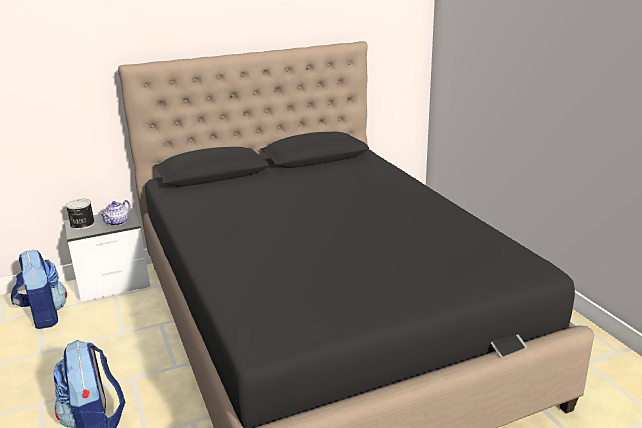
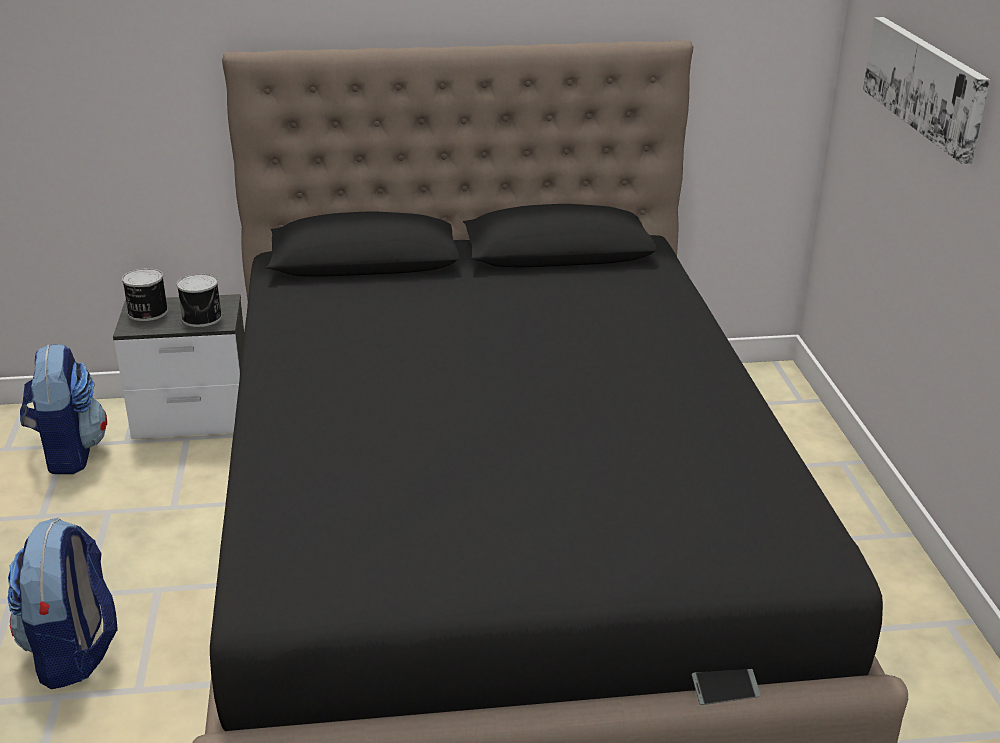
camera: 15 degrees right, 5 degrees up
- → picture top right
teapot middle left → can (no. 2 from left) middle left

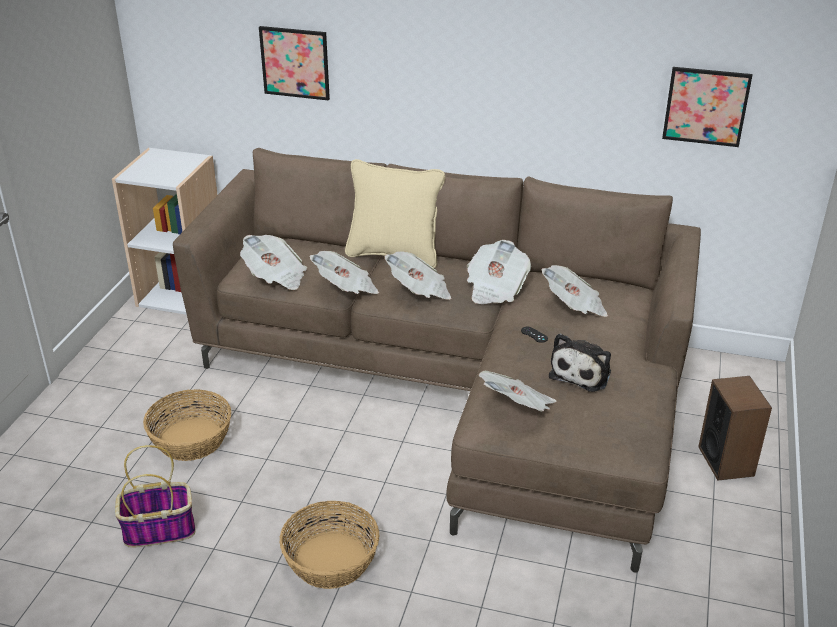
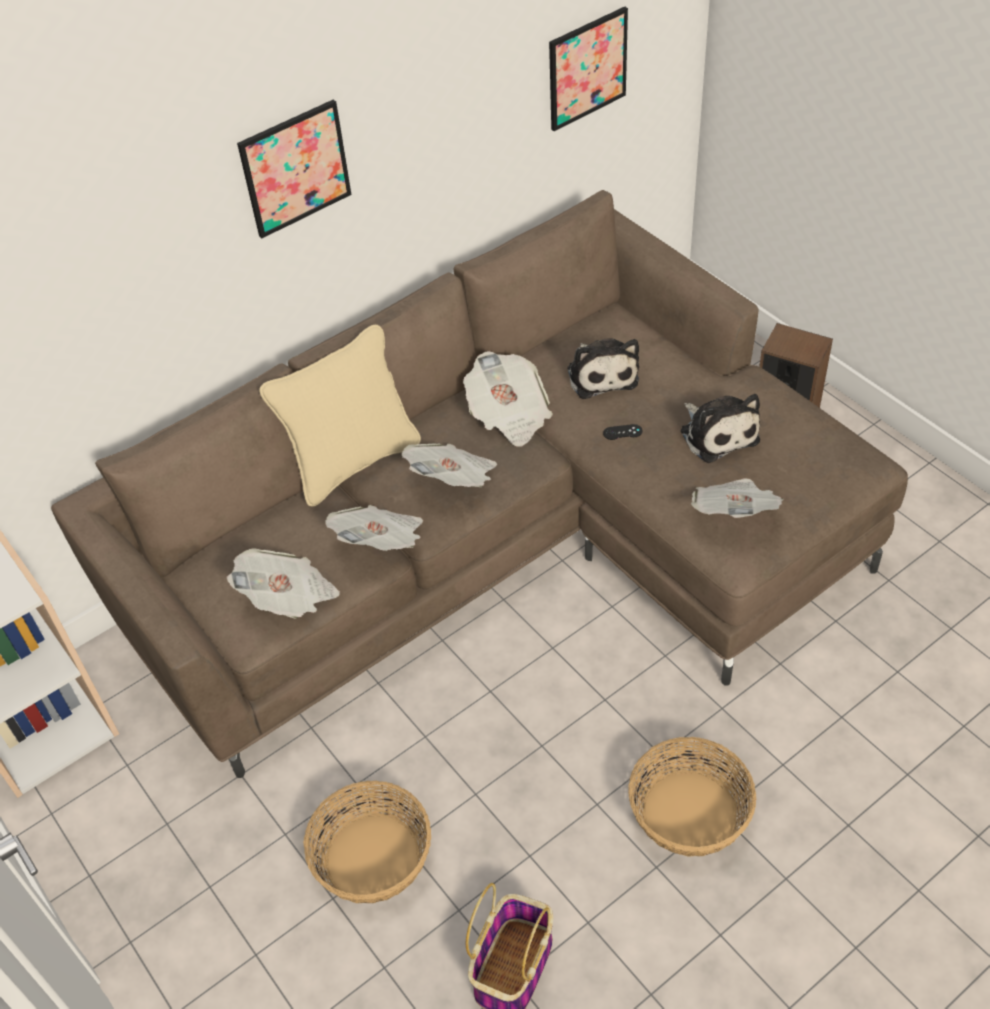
camera: 50 degrees left, 15 degrees up
picture (no. 1 from left) top centre → picture (no. 1 from left) top left, shifted
newspaper (no. 6 from left) middle right → plush toy (no. 1 from left) centre

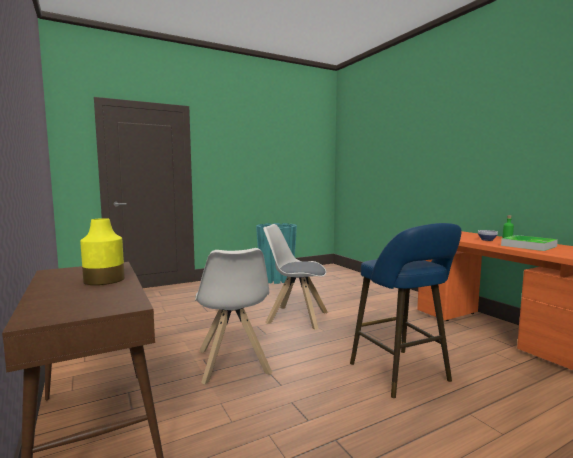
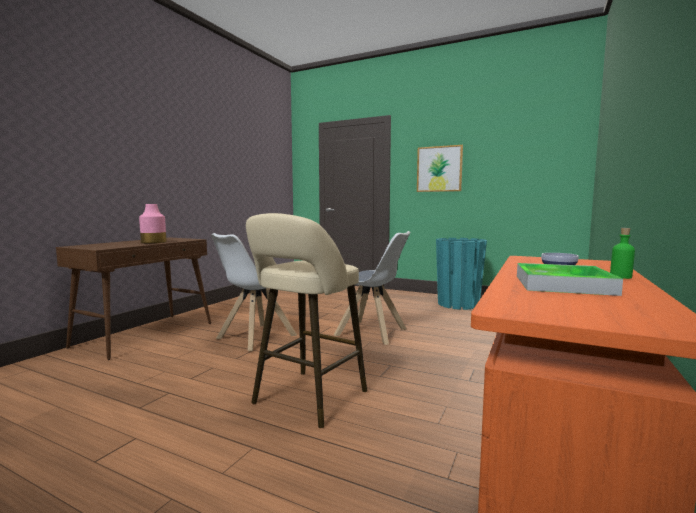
camera: 55 degrees right, 0 degrees up
- → picture top centre
yellow vase middle left → pink vase middle left
blue stool bottom right → beige stool centre
chair (no. 2 from left) centre, 135 degrees clockwise

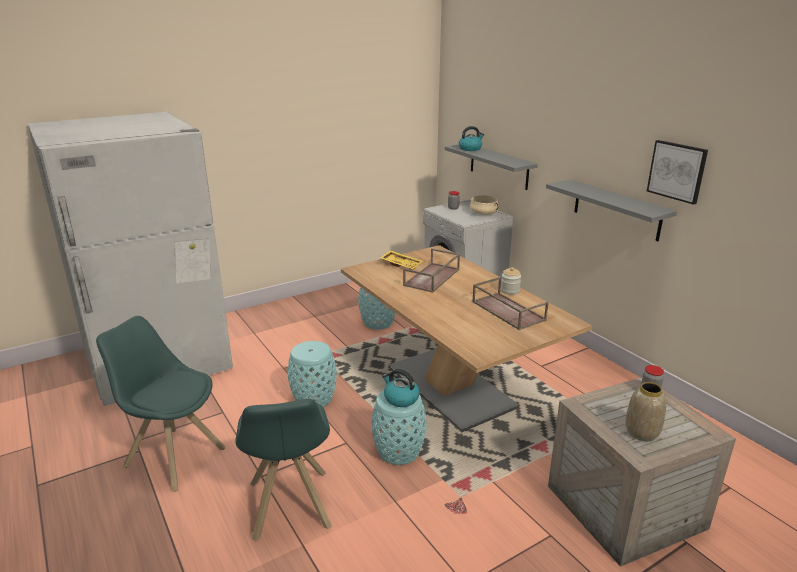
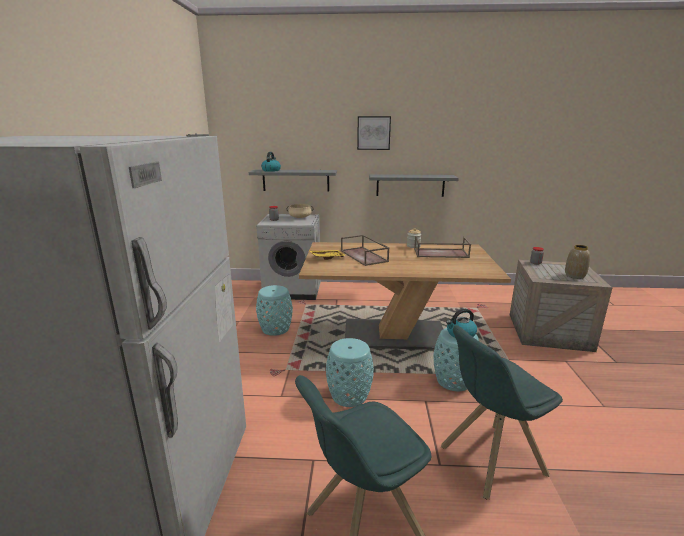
camera: 55 degrees left, 5 degrees down
picture top right → picture top centre, shifted
turquoise chair (no. 2 from left) bottom centre → turquoise chair (no. 2 from left) bottom right, 135 degrees clockwise

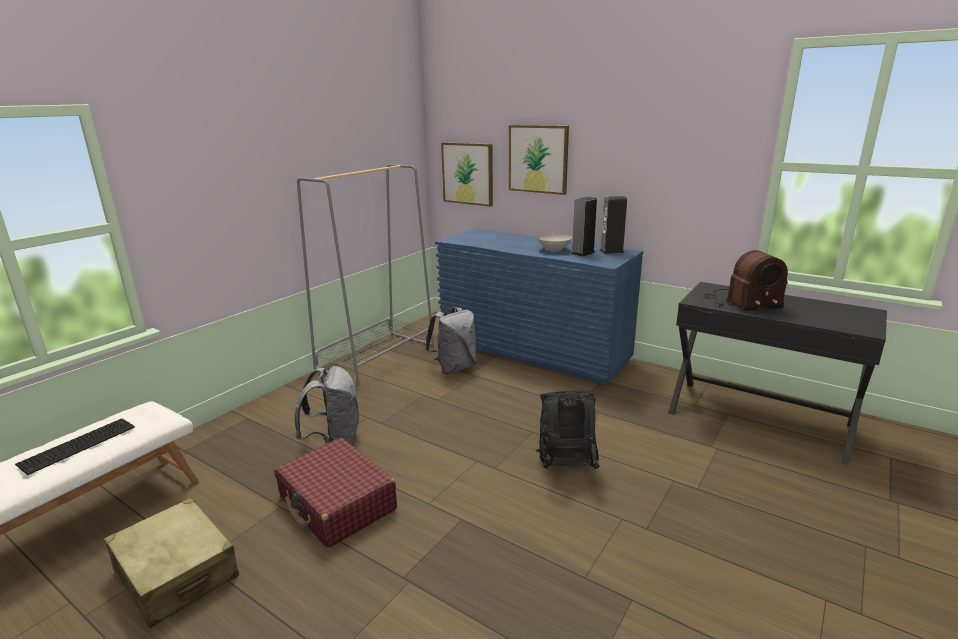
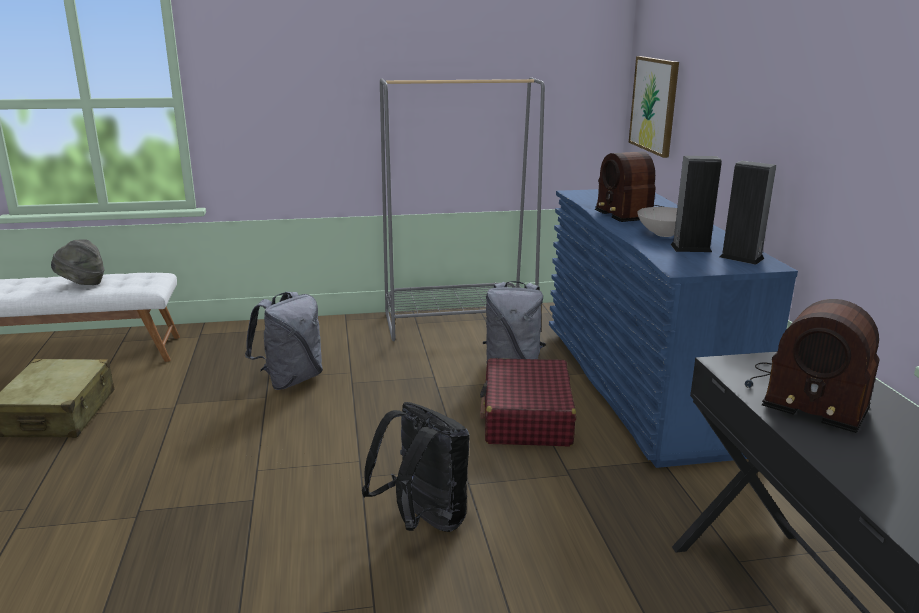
camera: 45 degrees right, 0 degrees up
picture (no. 2 from left) top centre → -
- → radio (no. 1 from left) top right
red suitcase bottom centre → red suitcase centre, shifted
keyboard bottom left → grey hat middle left

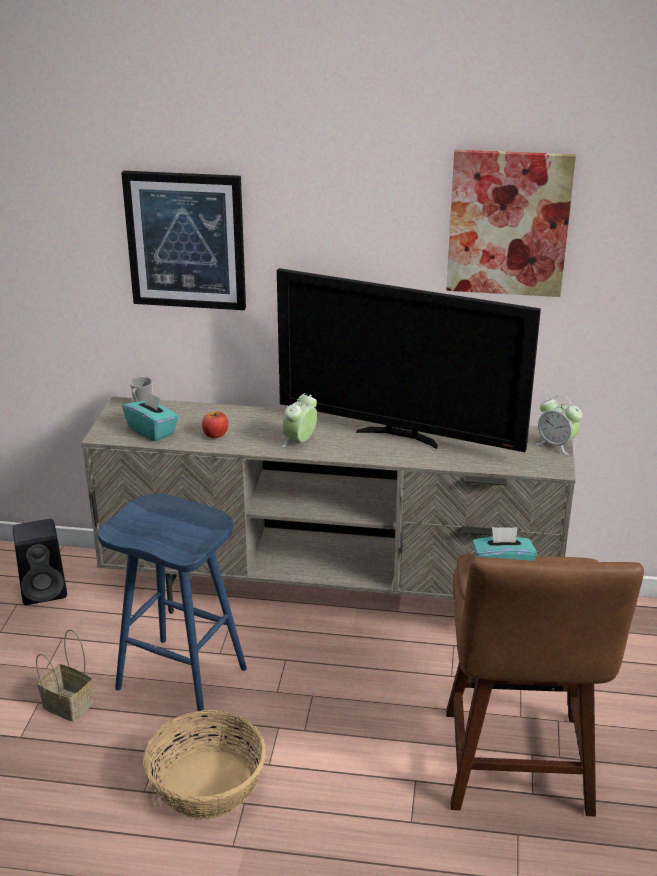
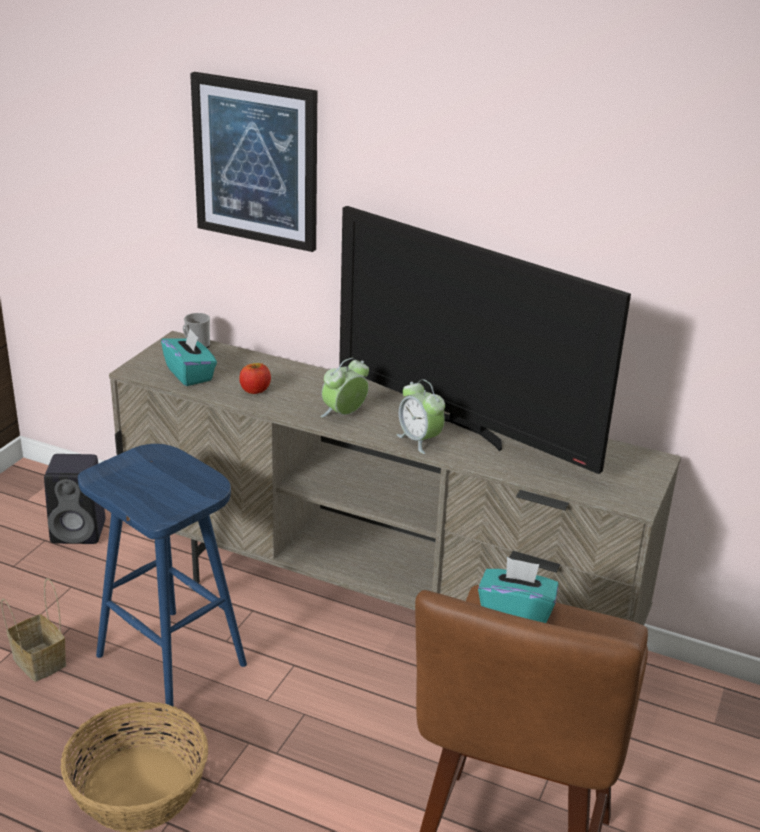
camera: 15 degrees right, 0 degrees up
picture (no. 2 from left) top right → -
alarm clock (no. 2 from left) middle right → alarm clock (no. 2 from left) centre, shifted

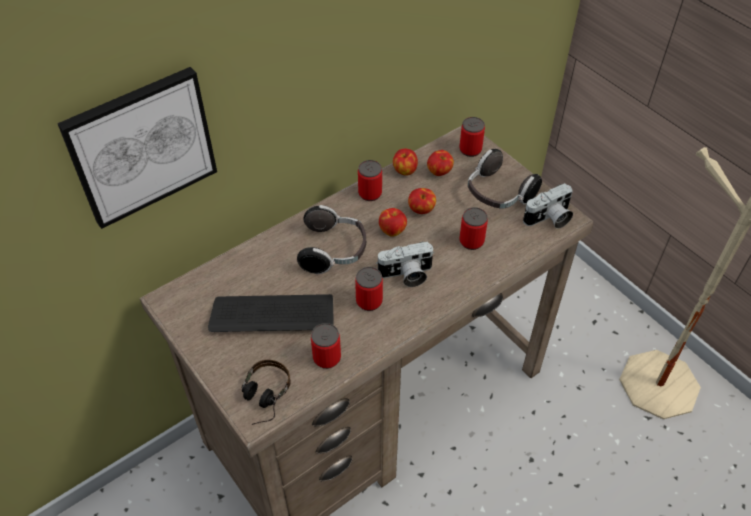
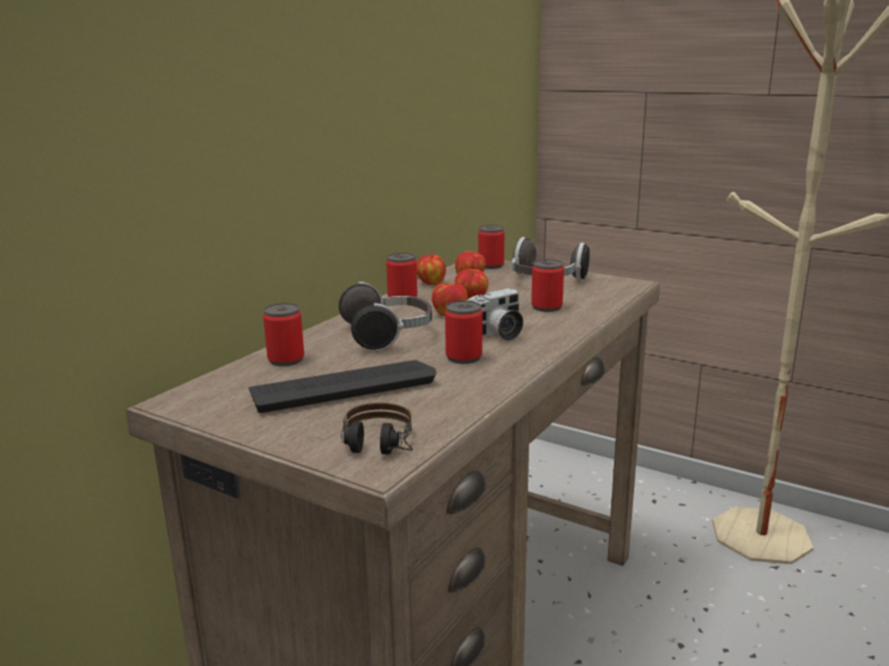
camera: 20 degrees left, 30 degrees down
picture top left → -
photo camera (no. 2 from left) middle right → -
can (no. 1 from left) bottom centre → can (no. 1 from left) middle left, shifted

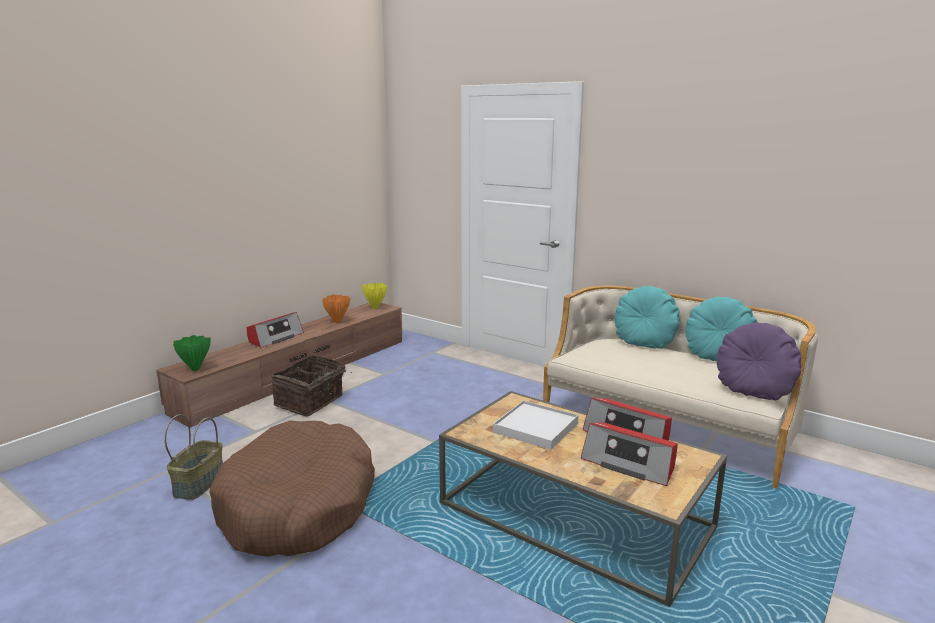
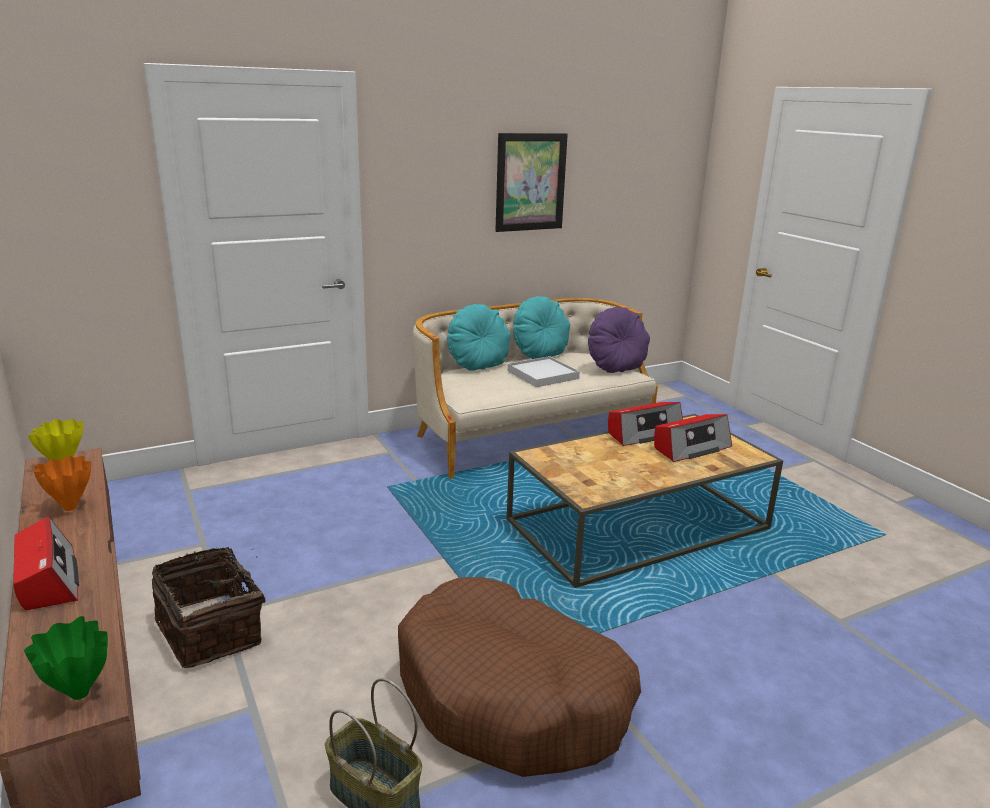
camera: 65 degrees left, 5 degrees up
- → picture top centre
white tray bottom centre → white tray centre, shifted

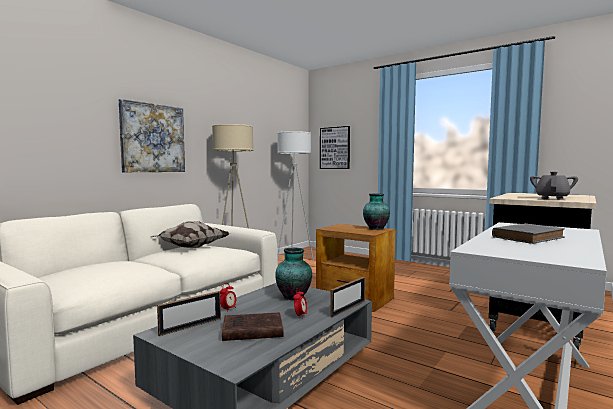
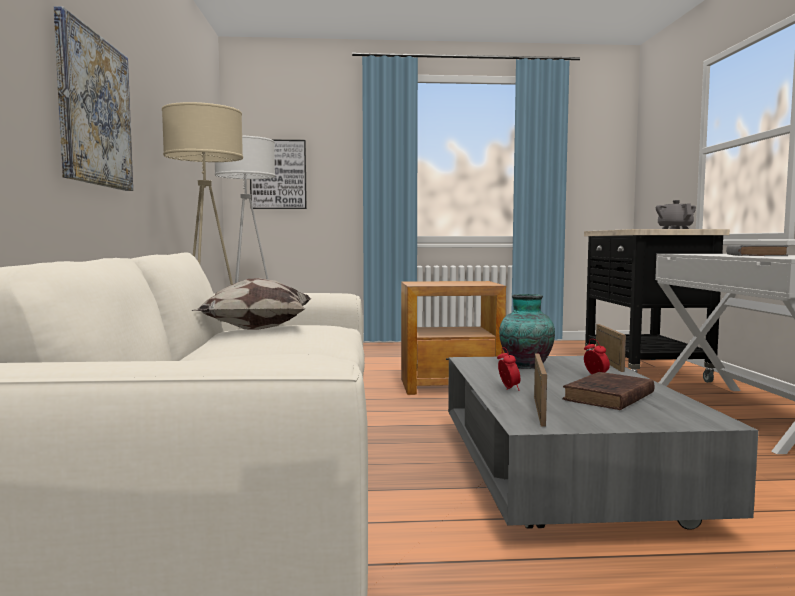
camera: 40 degrees left, 0 degrees up
vase (no. 2 from left) centre → -

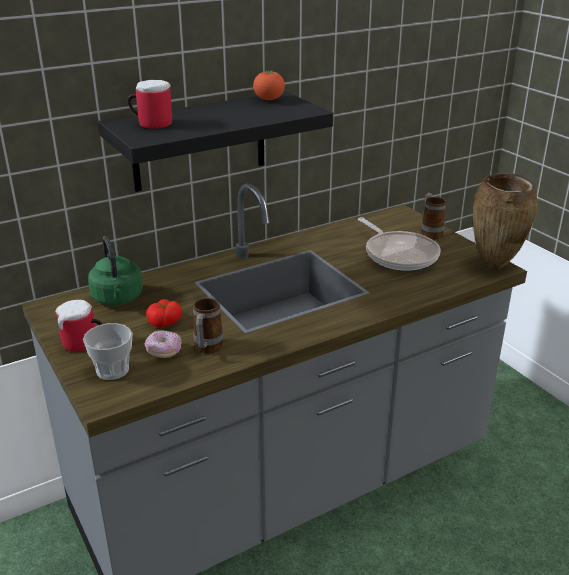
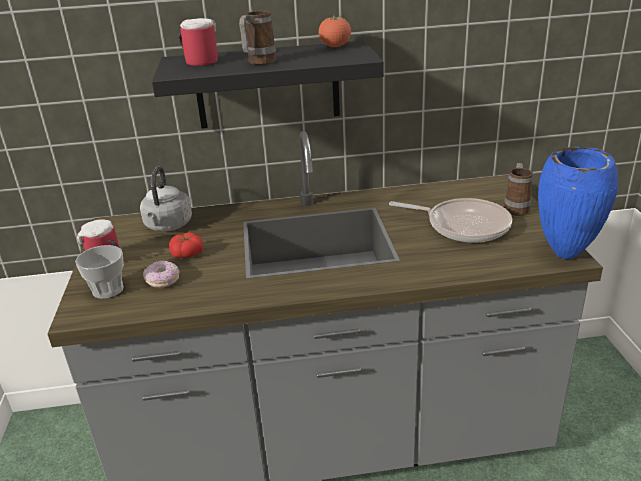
camera: 25 degrees right, 0 degrees up
mug (no. 3 from left) centre → mug (no. 3 from left) top centre, shifted
green kettle middle left → grey kettle middle left
brown vase middle right → blue vase middle right
frying pan middle right, 60 degrees counterclockwise

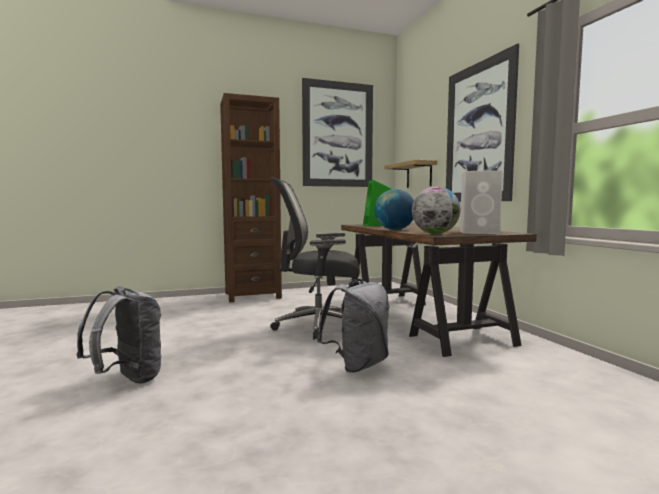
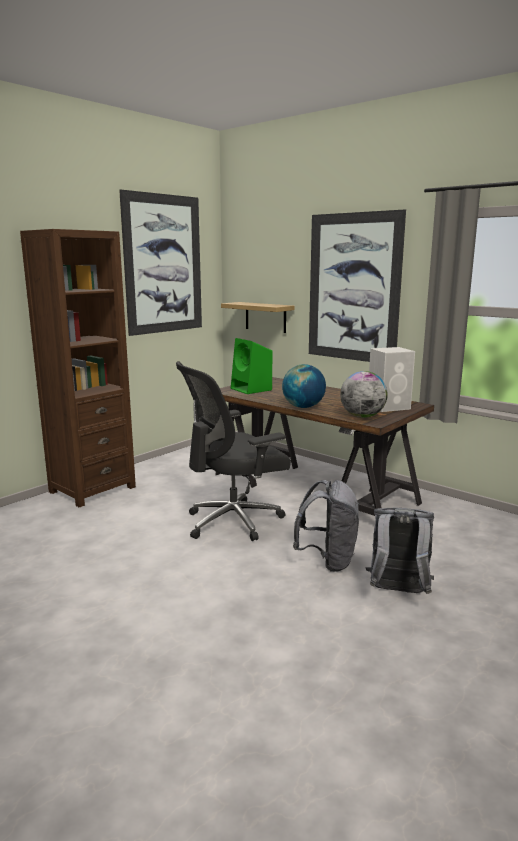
camera: 30 degrees left, 10 degrees up
grey backpack (no. 1 from left in the first image) bottom left → grey backpack (no. 2 from left) middle right, shifted

